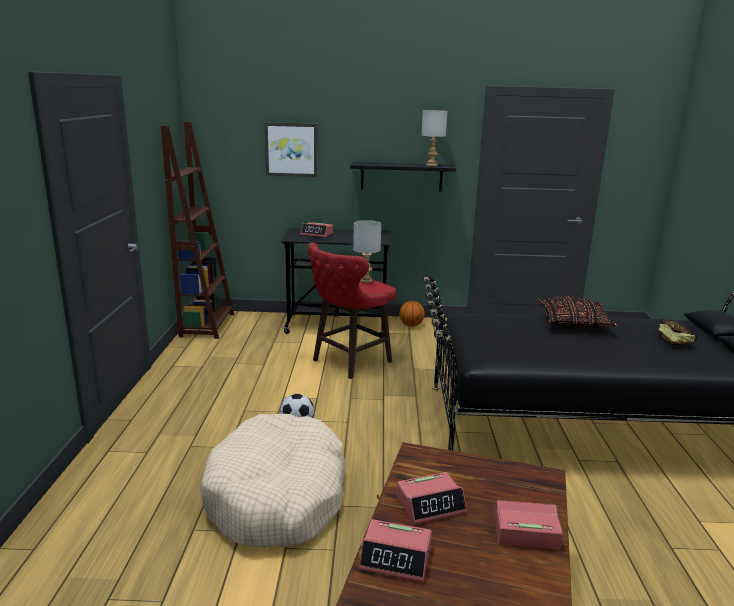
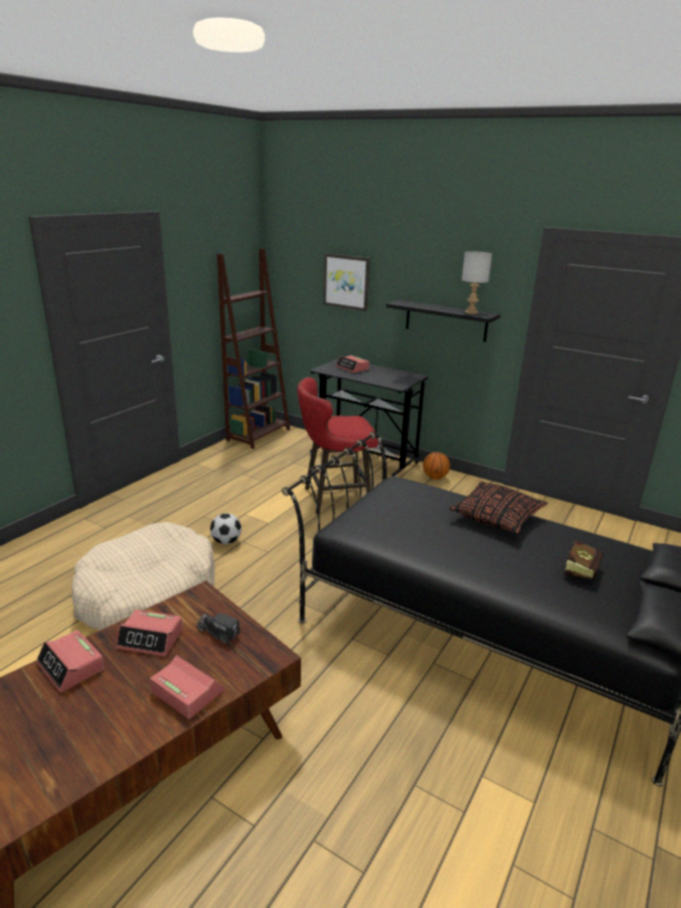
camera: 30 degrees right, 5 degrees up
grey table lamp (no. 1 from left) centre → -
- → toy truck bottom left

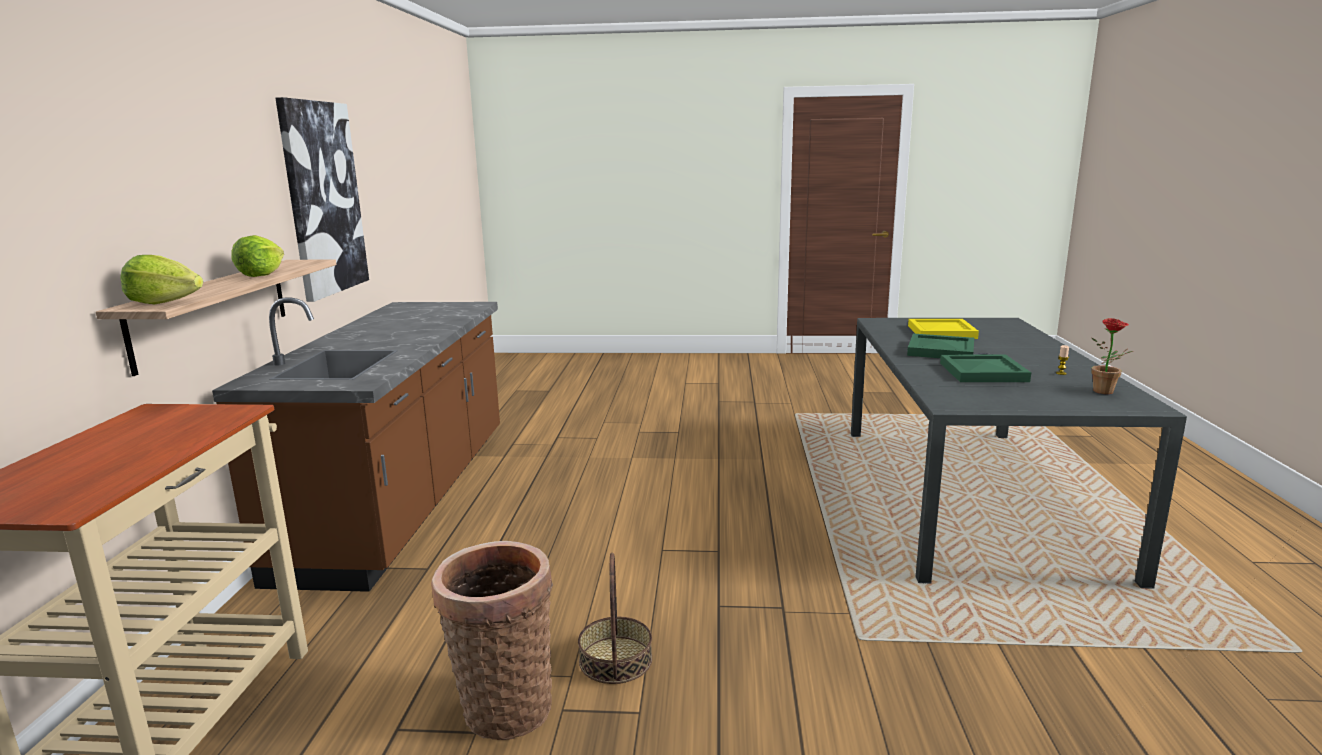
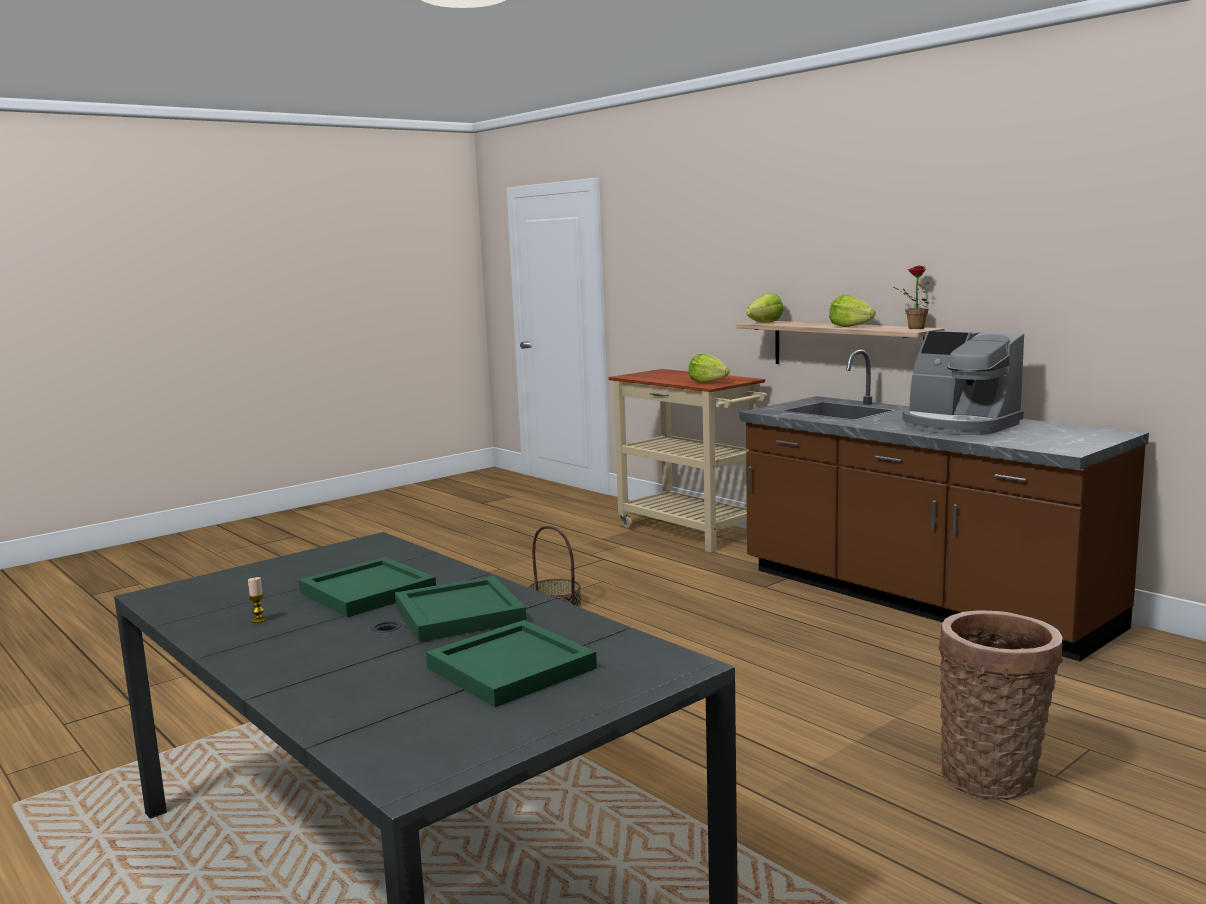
camera: 135 degrees right, 5 degrees down
picture top left → -
- → lettuce (no. 1 from left) centre
- → coffee machine middle right
basket (no. 1 from left in the first image) bottom centre → basket (no. 2 from left) bottom right, shifted
potted plant middle right → potted plant top right, shifted
yellow tray middle right → green tray (no. 3 from left) bottom centre

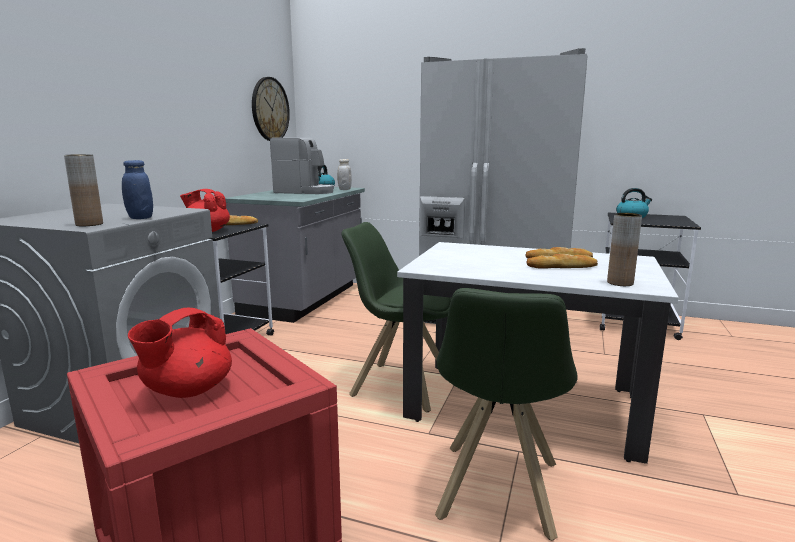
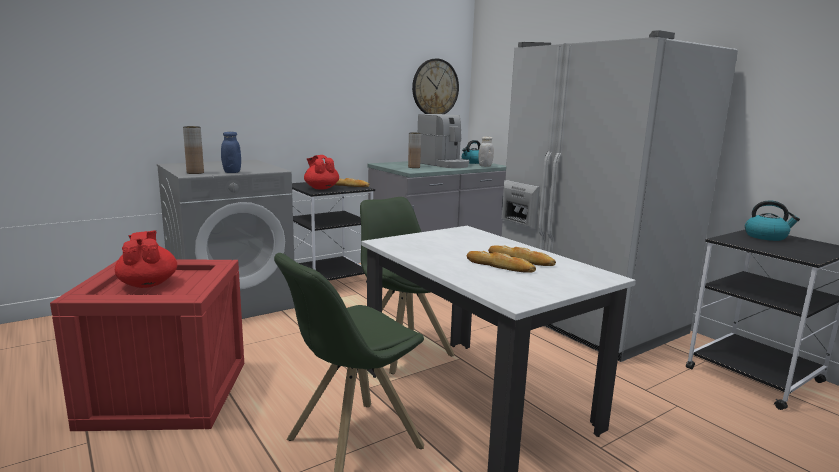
camera: 35 degrees right, 0 degrees up
brown vase (no. 2 from left) middle right → brown vase (no. 2 from left) top centre, shifted
red teapot (no. 1 from left) middle left, 90 degrees clockwise

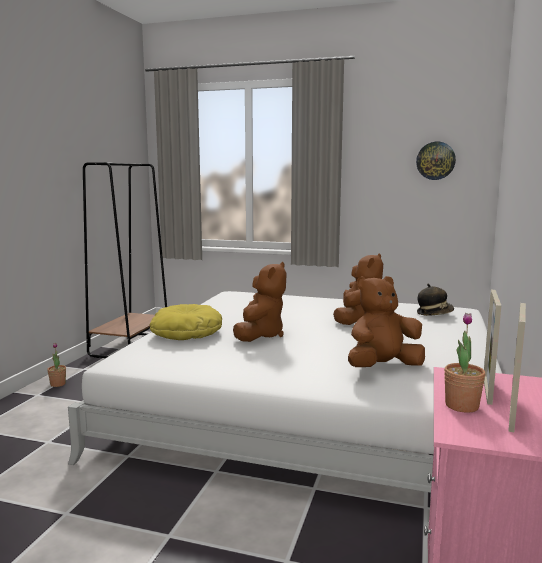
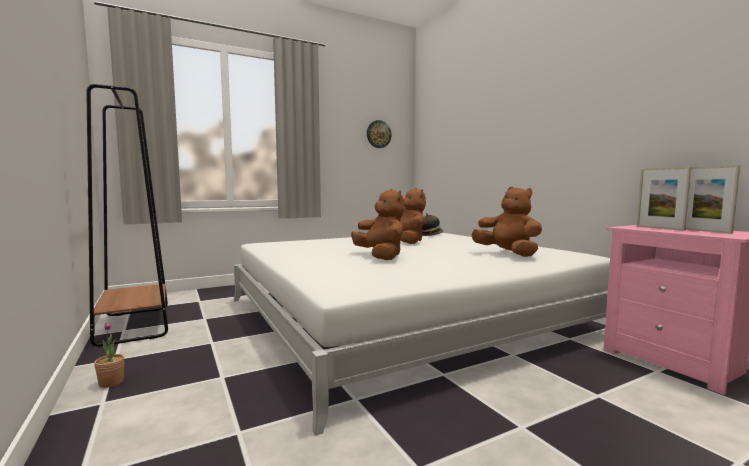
camera: 45 degrees left, 5 degrees down
yellow pillow centre → -
potted plant (no. 2 from left) middle right → -
brown plush toy (no. 3 from left) middle right, 120 degrees clockwise

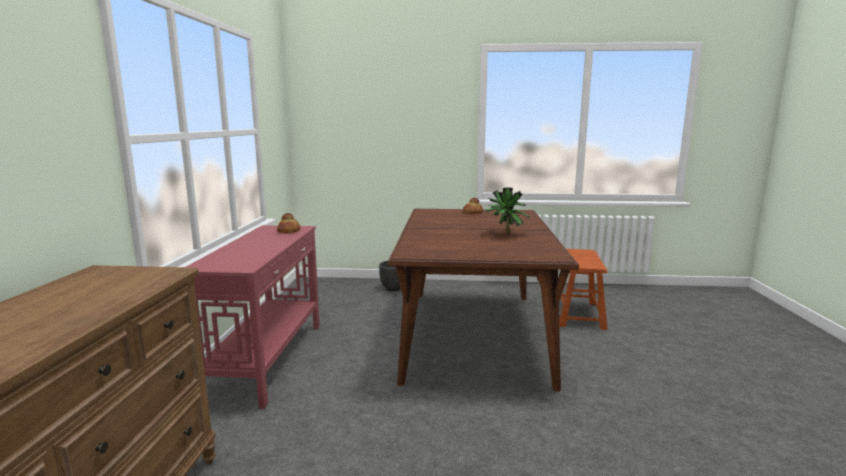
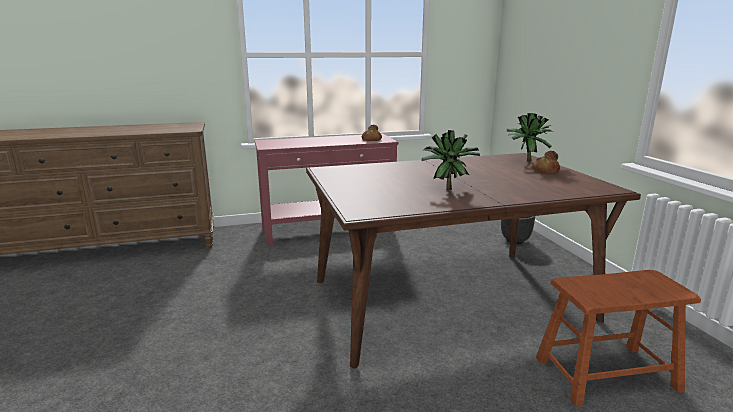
camera: 70 degrees right, 5 degrees up
- → potted plant (no. 2 from left) top right

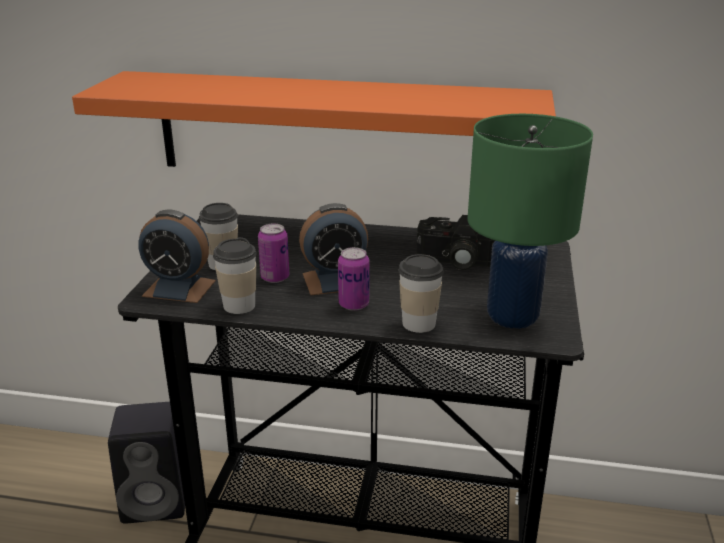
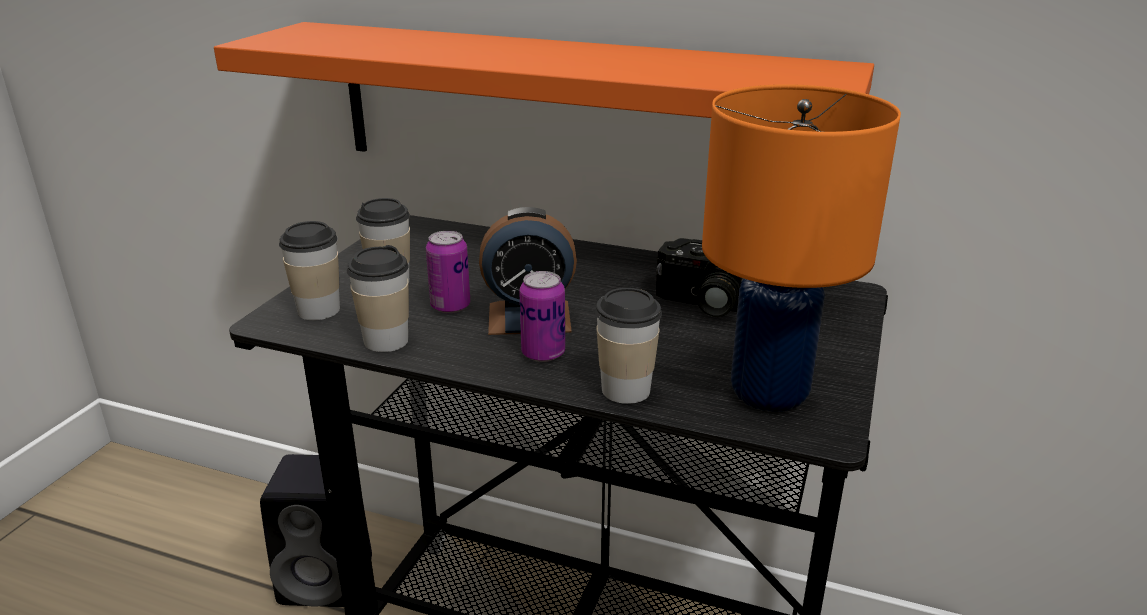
camera: 10 degrees right, 0 degrees up
alarm clock (no. 1 from left) middle left → cup (no. 1 from left) middle left
green table lamp middle right → orange table lamp middle right

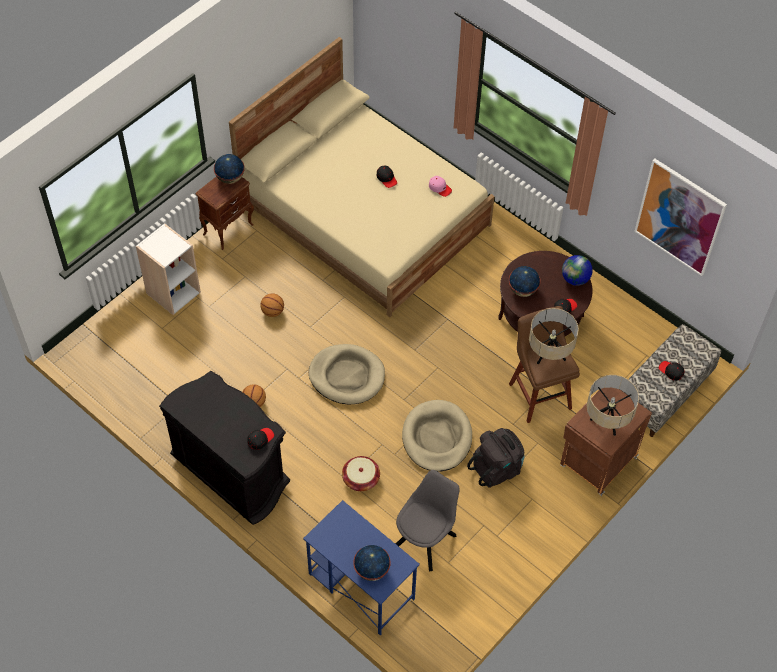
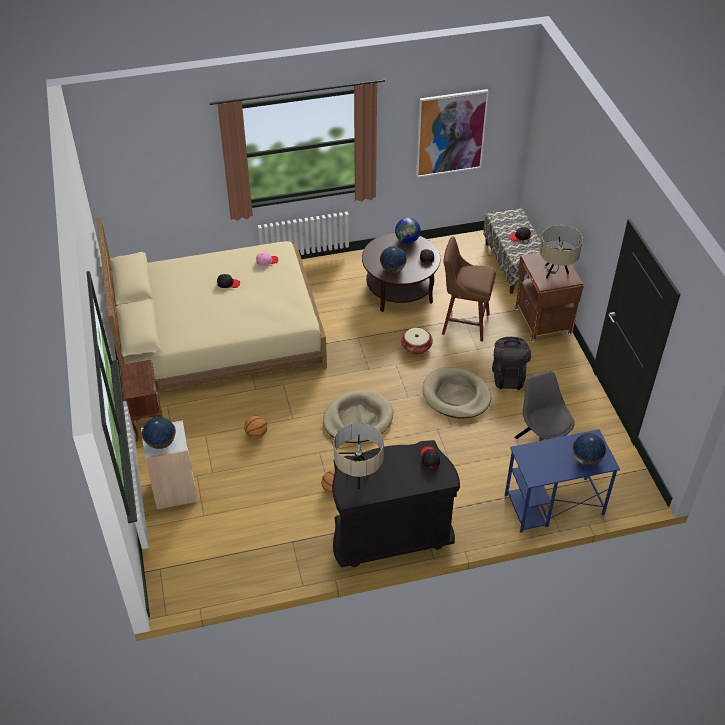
camera: 55 degrees left, 10 degrees down
globe (no. 1 from left) top left → globe (no. 1 from left) middle left, shifted
basket bottom centre → basket centre, shifted
beige table lamp (no. 1 from left) middle right → beige table lamp (no. 1 from left) centre, shifted

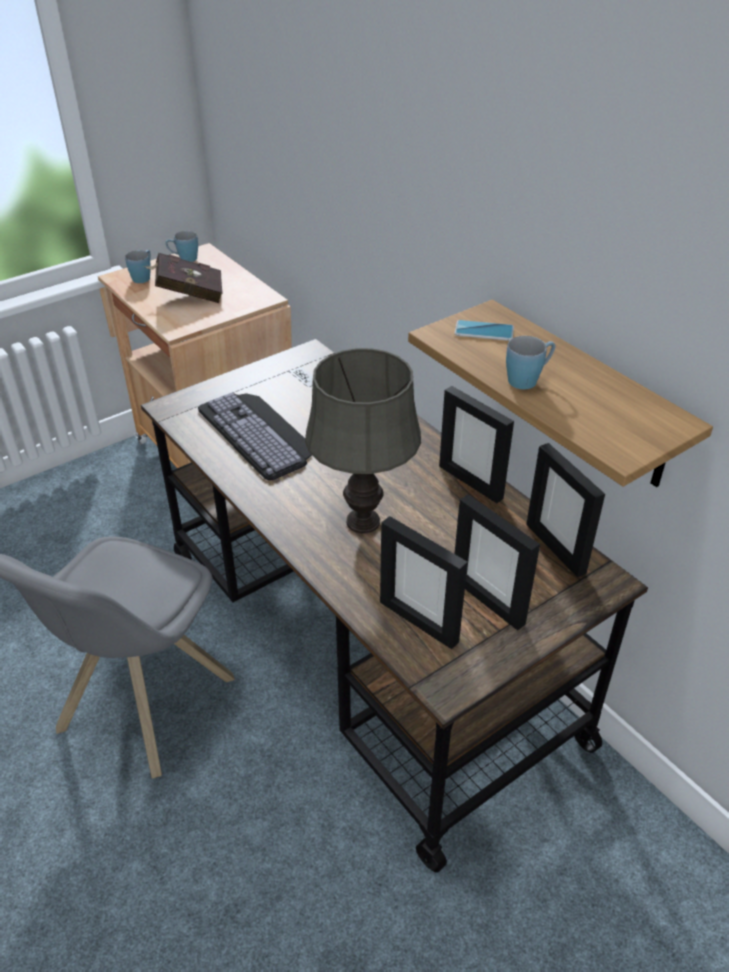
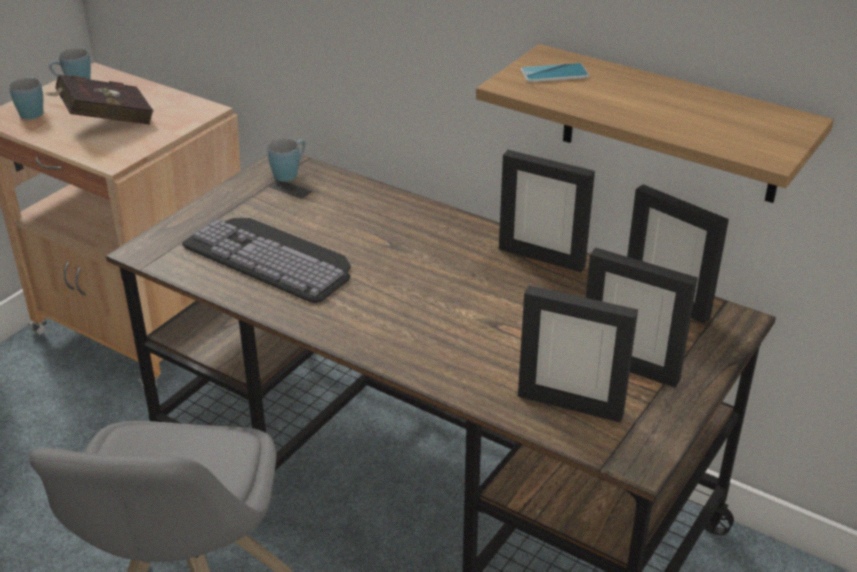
camera: 20 degrees left, 5 degrees down
grey table lamp centre → -
blue mug (no. 3 from left) middle right → blue mug (no. 3 from left) top centre, shifted

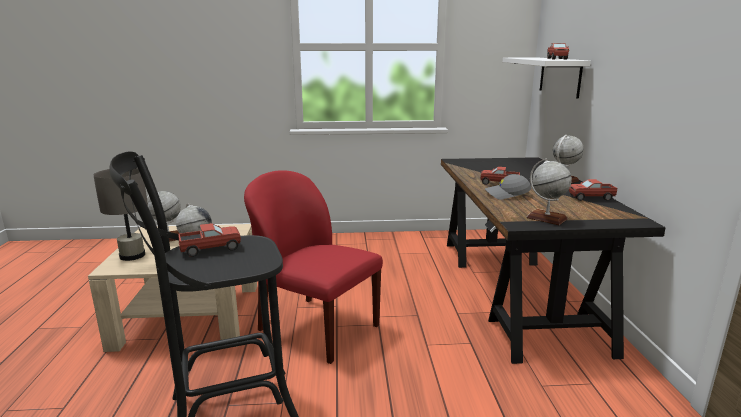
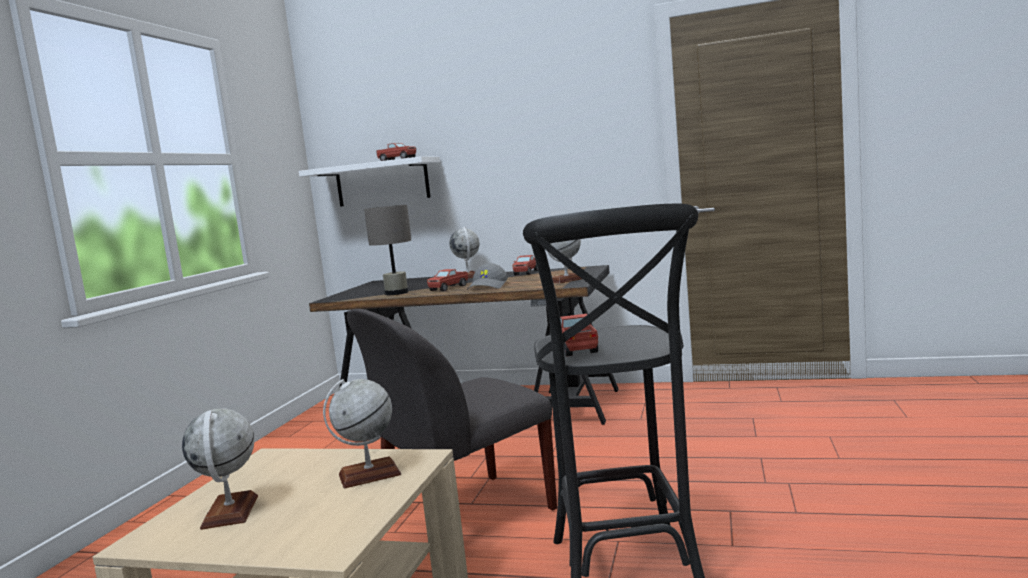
camera: 70 degrees left, 10 degrees down
grey table lamp middle left → grey table lamp centre, shifted
red chair centre → grey chair bottom centre

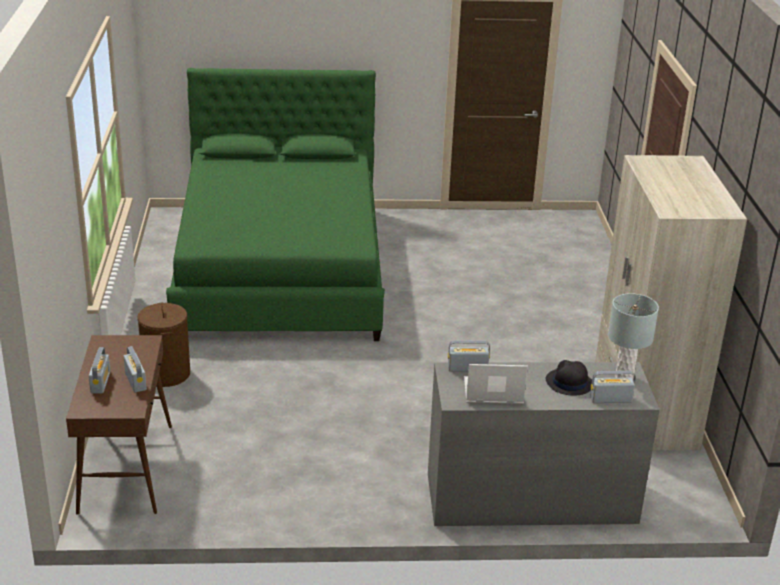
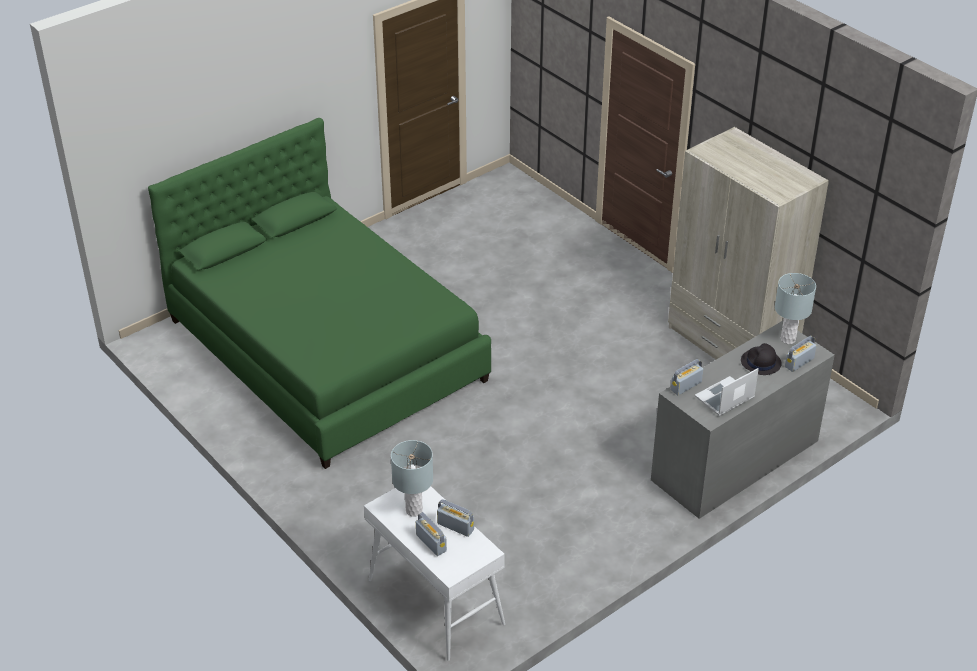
camera: 35 degrees left, 10 degrees up
brown laundry basket middle left → -
- → grey table lamp (no. 1 from left) bottom centre
brown console table bottom left → white console table bottom centre

